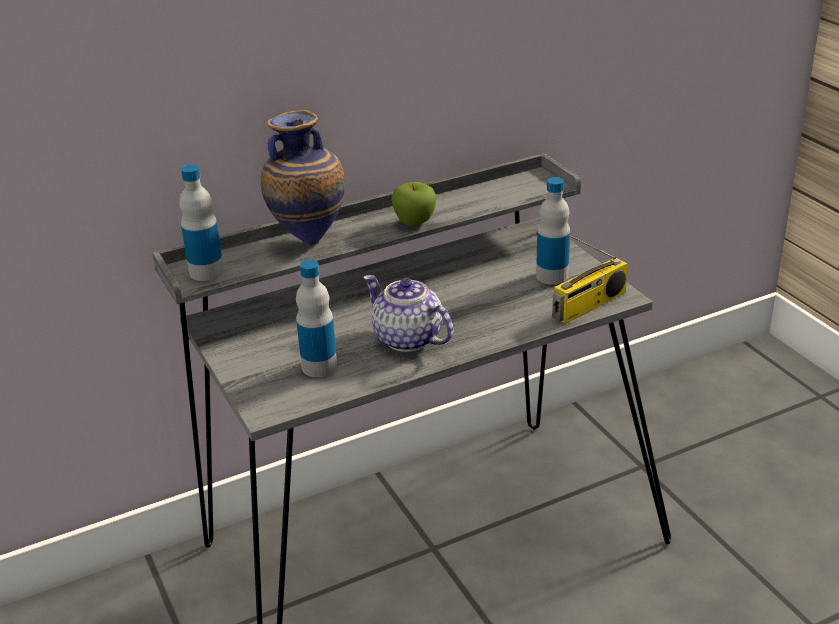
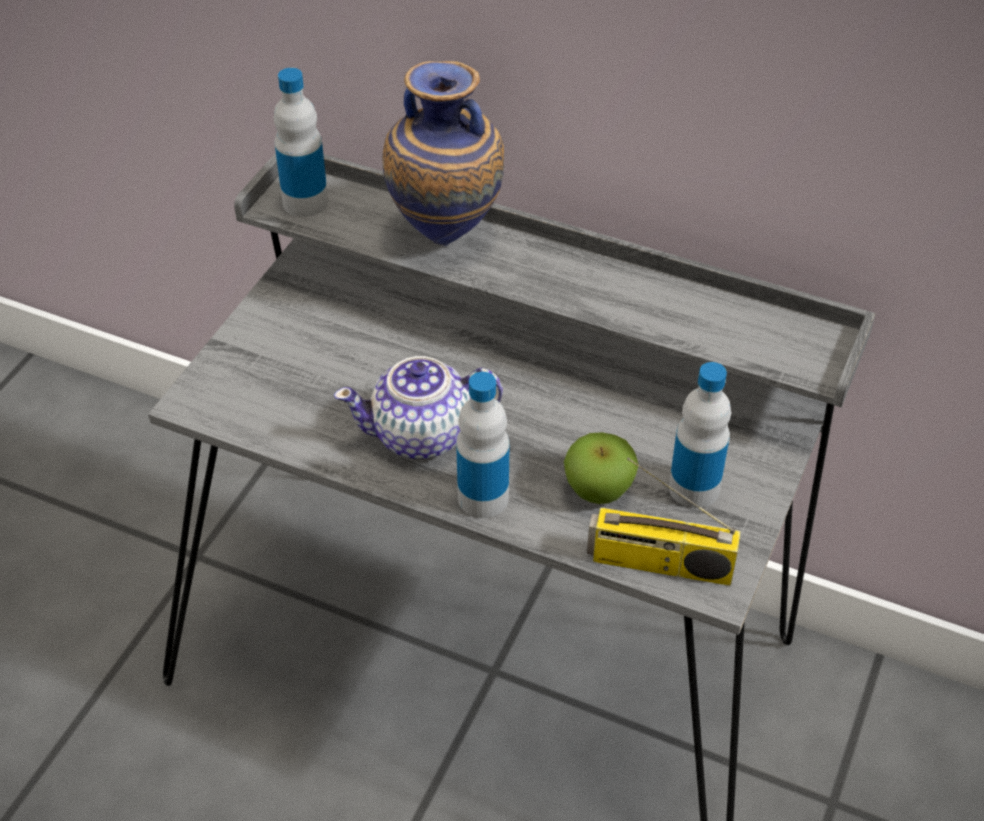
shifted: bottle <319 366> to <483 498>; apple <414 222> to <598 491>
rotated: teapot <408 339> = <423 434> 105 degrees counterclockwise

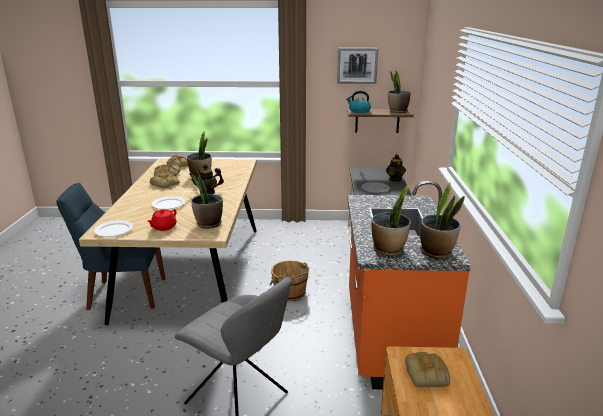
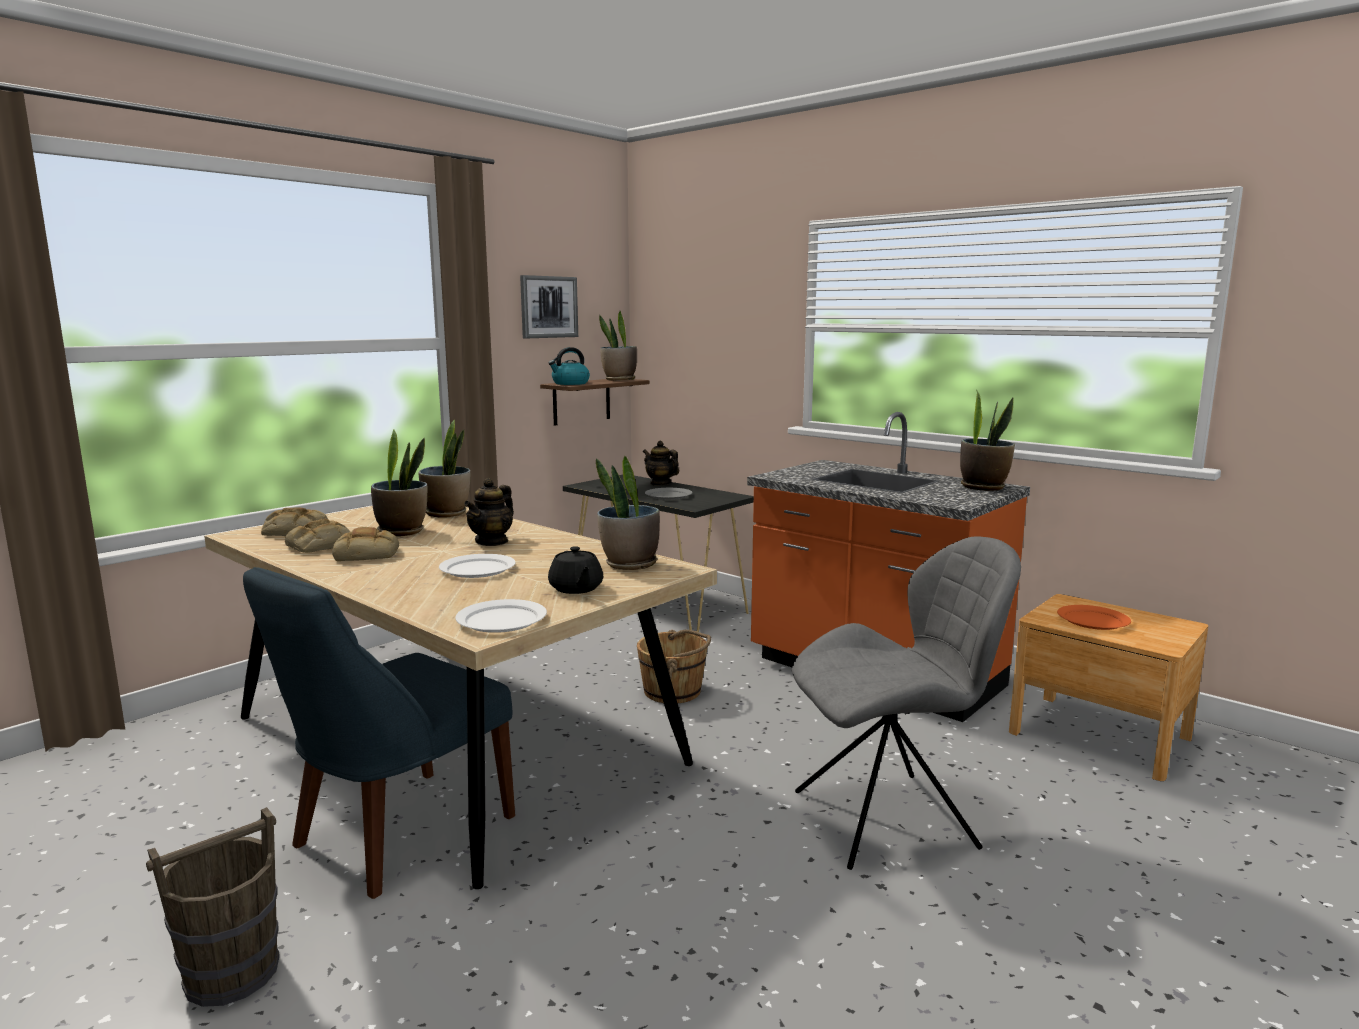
new: brown bucket <230 973>
shifted: potted plant <388 249> to <447 513>
swapped: bread <427 374> to orange plate <1093 620>
repainted: red teapot <163 227> to black teapot <576 589>

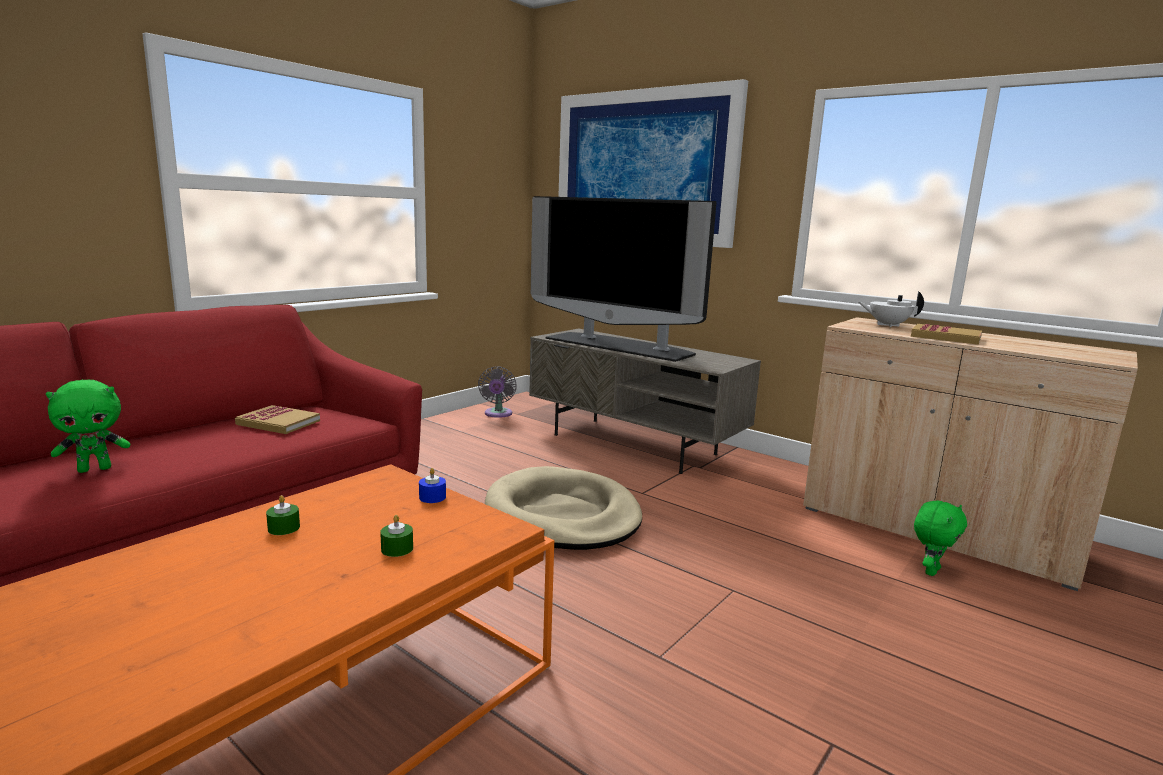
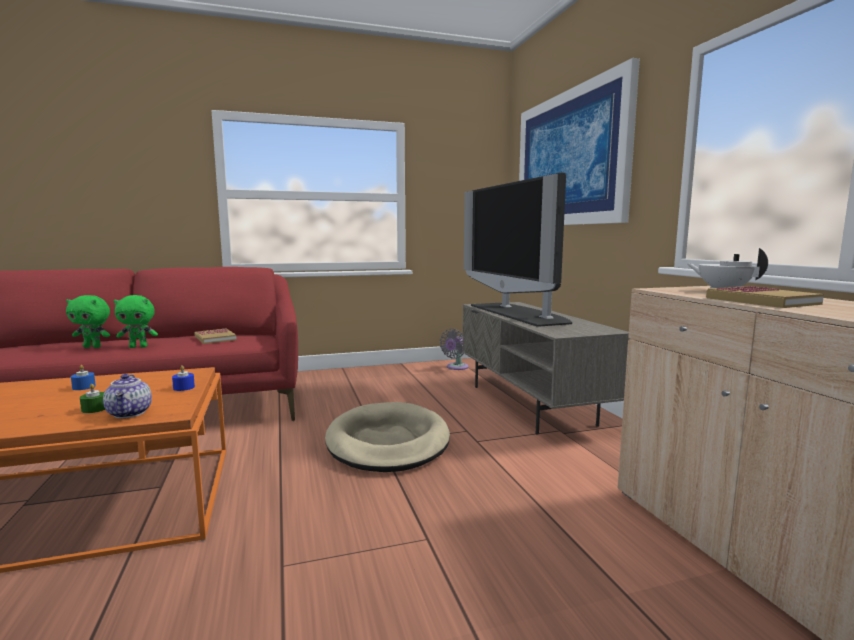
new: teapot <130 413>
shifted: green plush toy <930 571> to <139 347>
repainted: green candle <284 528> to blue candle <84 387>

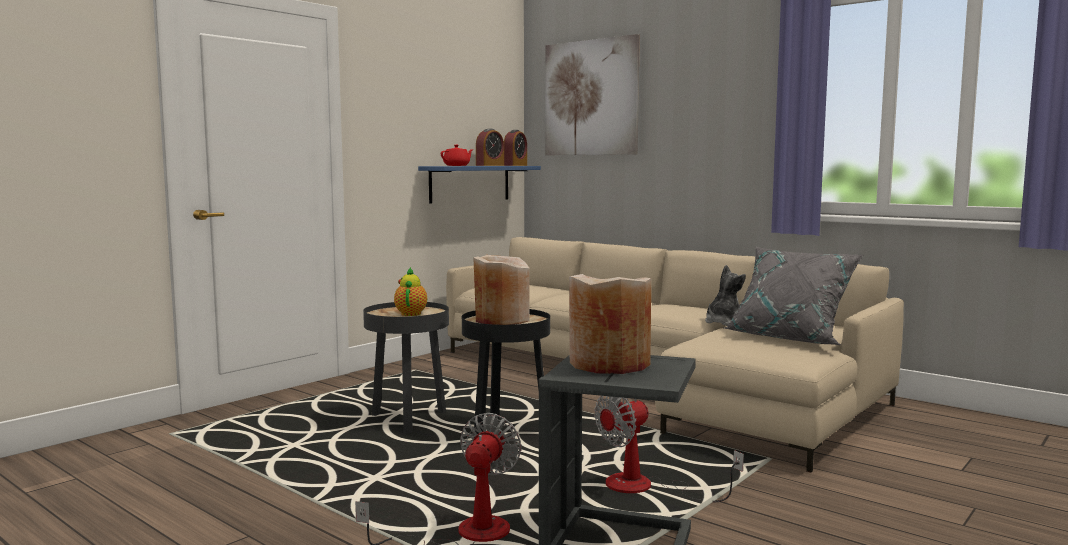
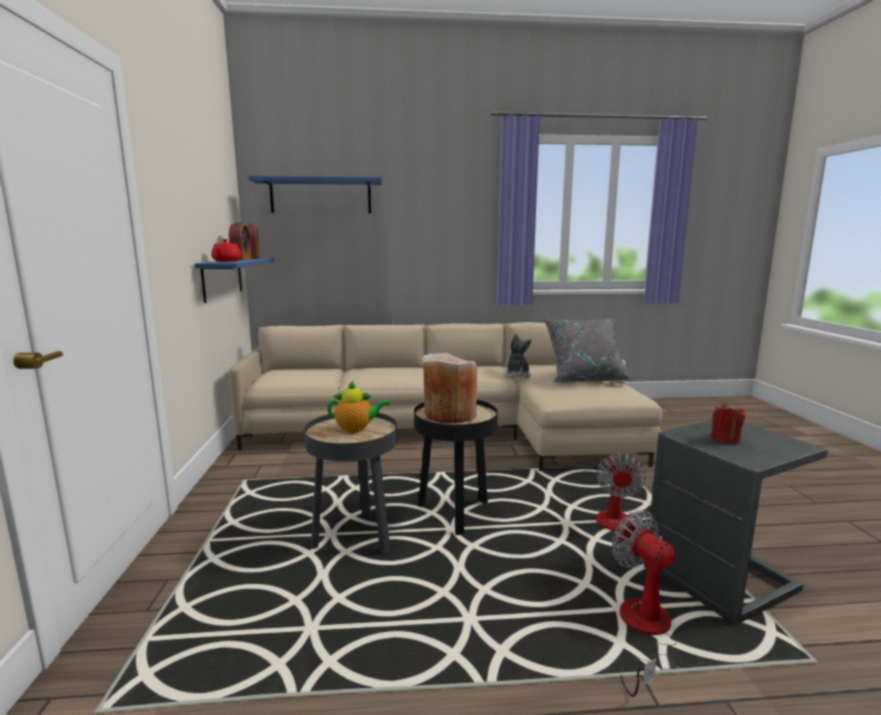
swapped: picture <591 98> to blue shelf <321 196>; beige vase <609 364> to red candle <725 439>
rotated: teapot <411 313> = <356 429> 135 degrees clockwise

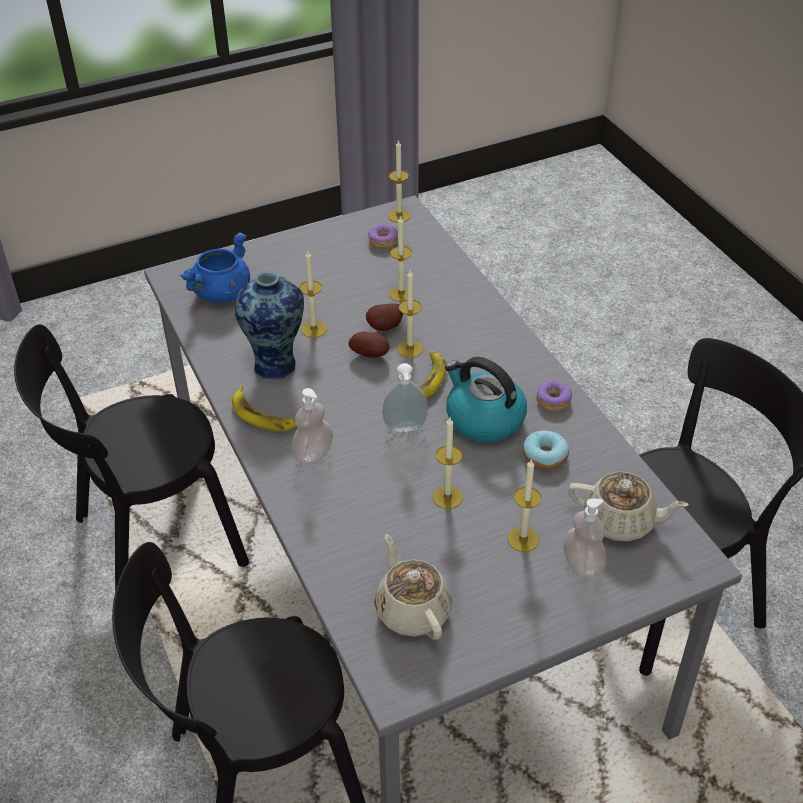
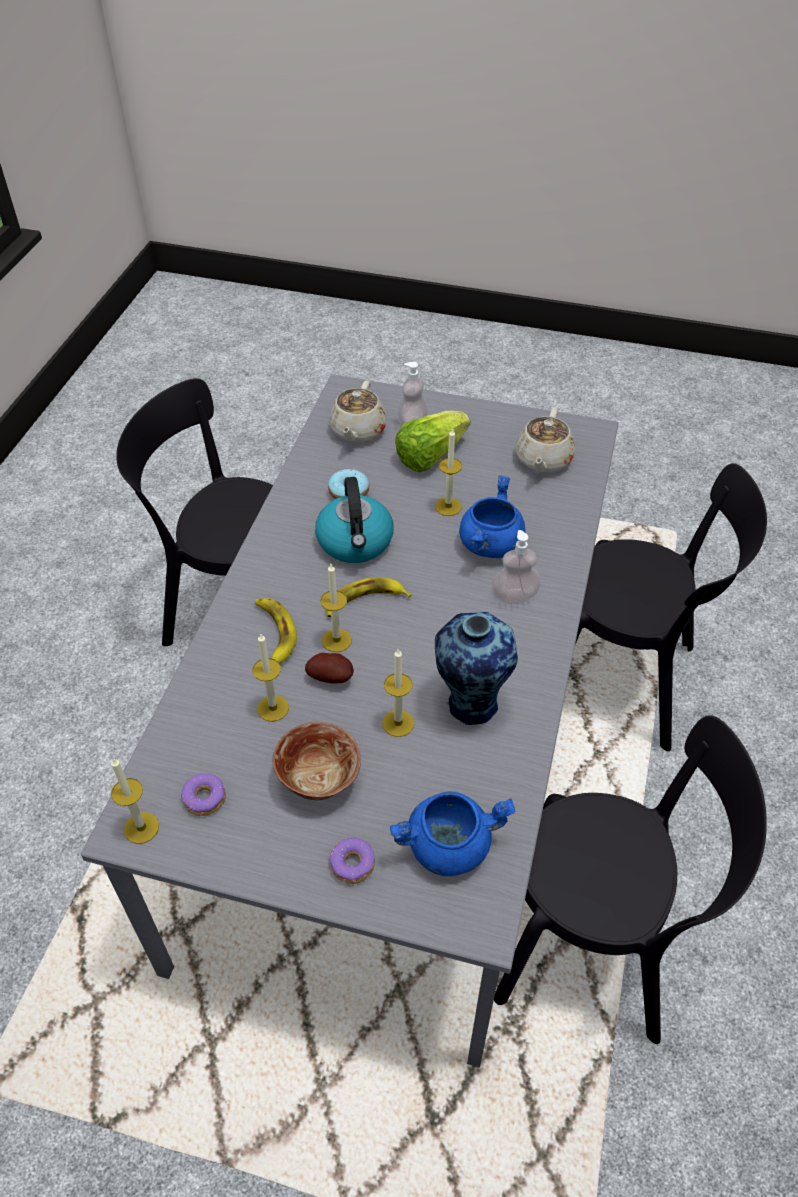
gone: potato <371 354>; soap dispenser <405 429>
new: bowl <318 780>; blue cooking pot <491 545>
shifted: banana <264 415> to <273 634>; donut <553 400> to <352 865>
swapped: candle <523 539> to lettuce <430 456>
rotated: beige teapot <620 521> = <357 431> 135 degrees counterclockwise

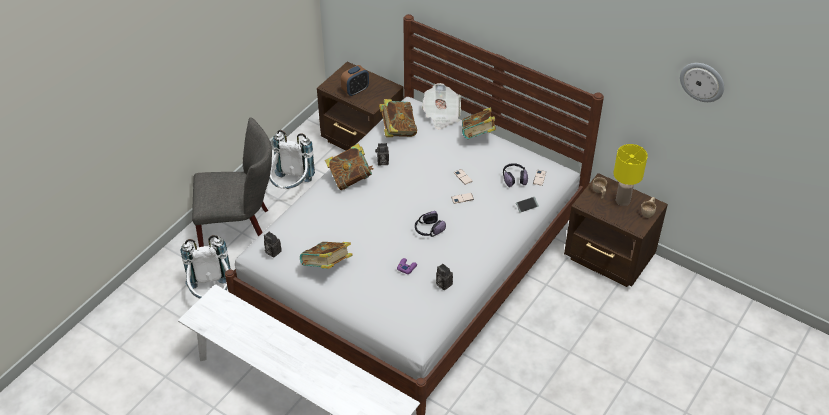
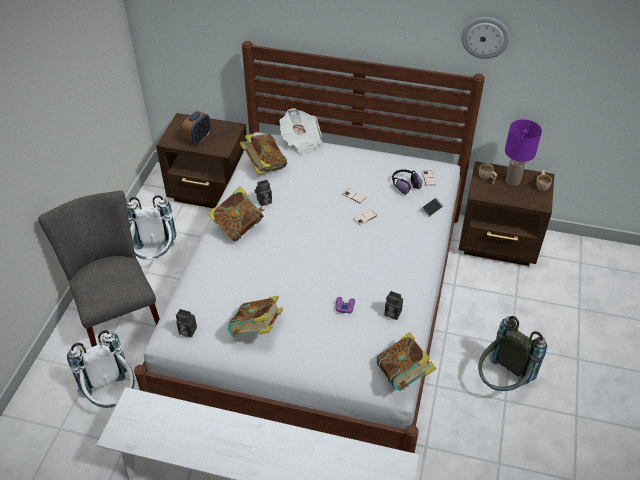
gone: headphones <428 229>
new: grey backpack <501 382>
shifted: book <478 136> to <403 375>; wall clock <702 81> to <485 37>
repainted: yellow table lamp <623 201> to purple table lamp <513 181>
rotated: grey chair <240 231> = <118 317> 90 degrees counterclockwise

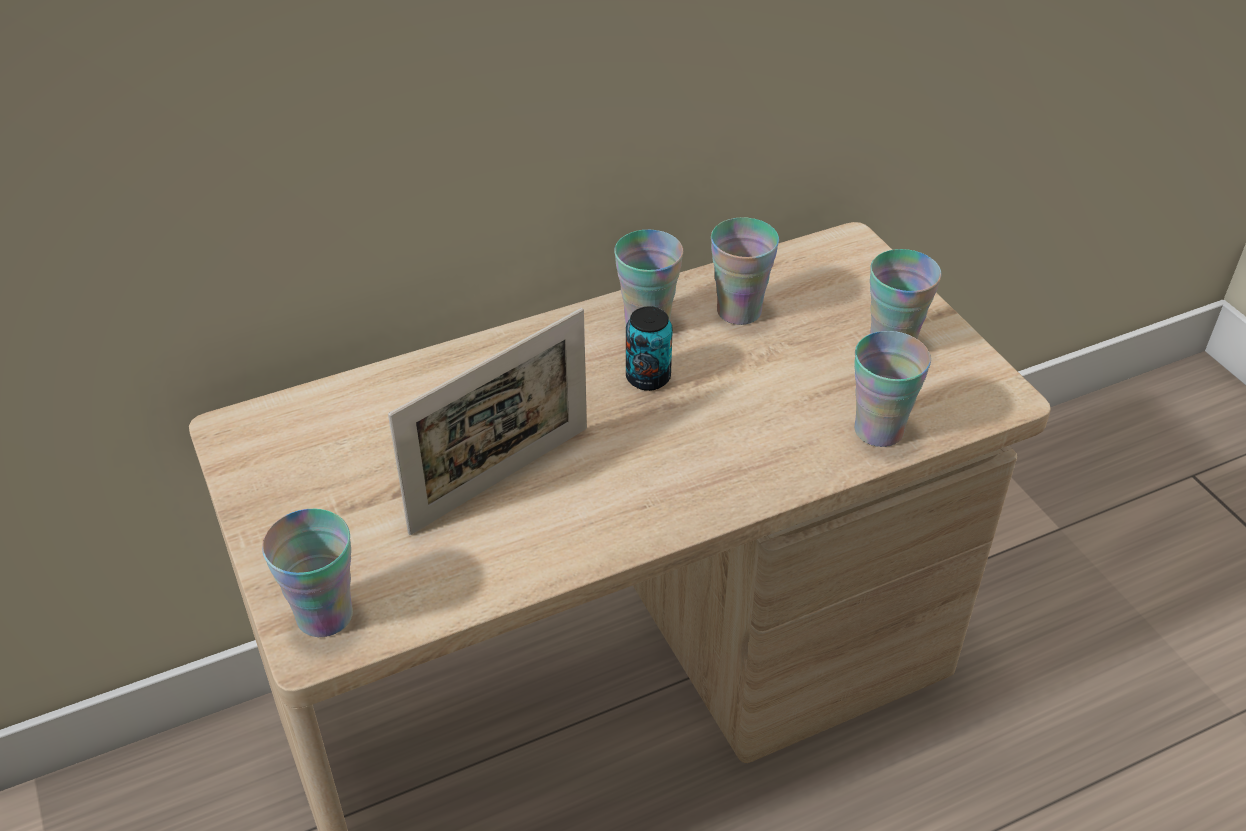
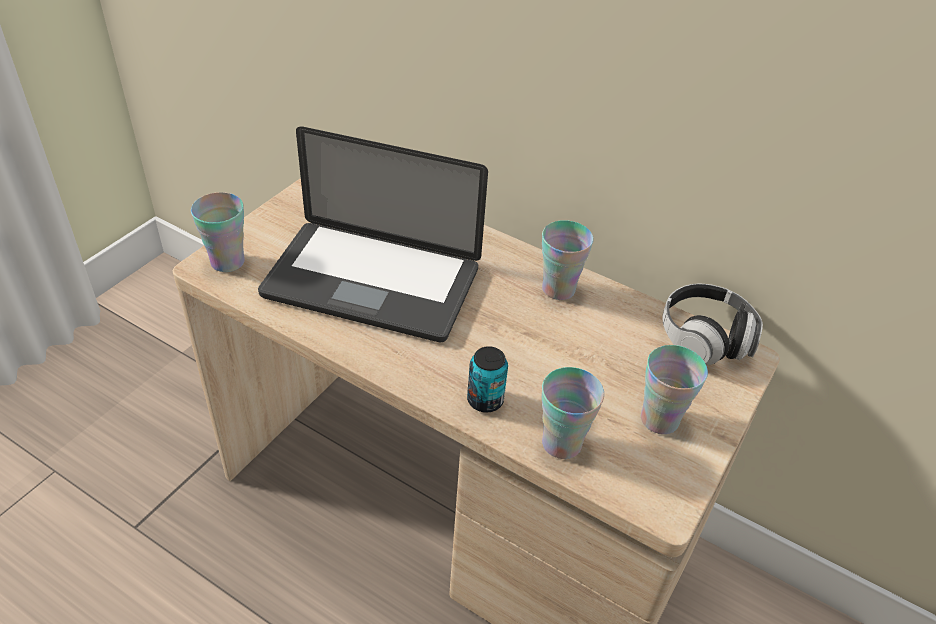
gone: cup <739 311>
new: headphones <705 339>
shifted: can <648 378> to <485 400>
swapped: picture frame <501 479> to laptop <372 282>

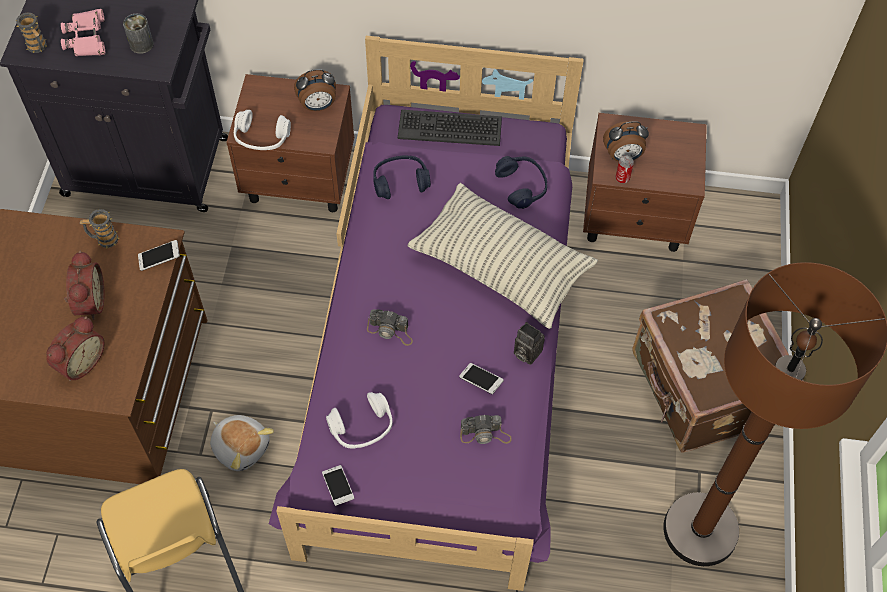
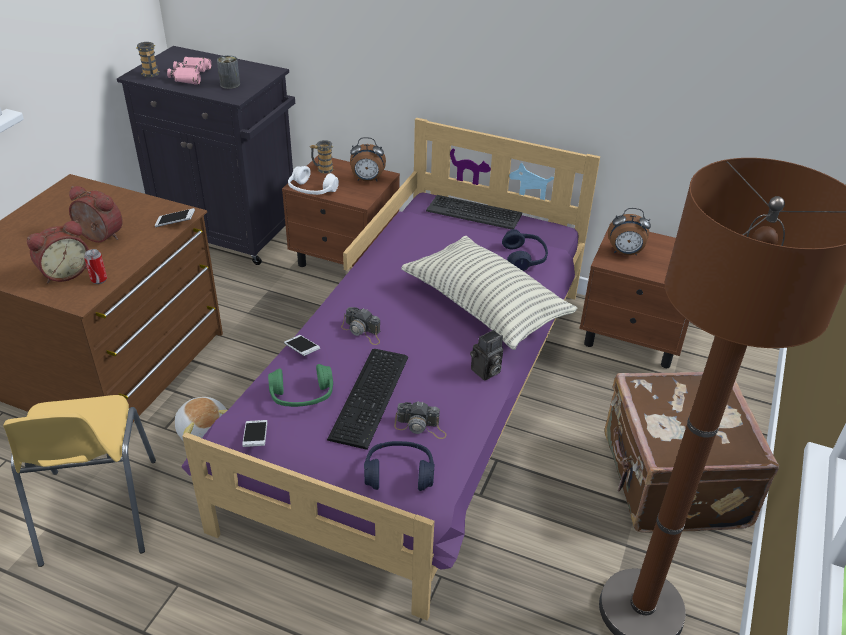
new: keyboard <372 396>
shifted: can <622 178> to <99 280>; phone <481 381> to <302 350>; mug <104 239> to <322 169>; blue headphones <400 182> to <399 473>
repainted: white headphones <362 427> to green headphones <302 396>
rotated: alarm clock <88 302> = <98 238> 75 degrees counterclockwise; photo camera <525 352> = <485 372> 90 degrees counterclockwise

